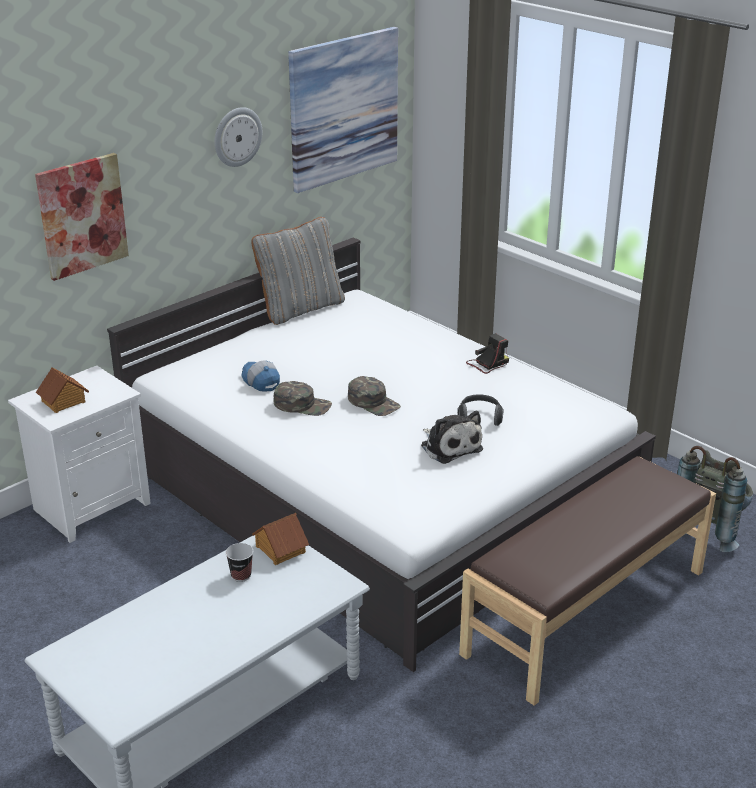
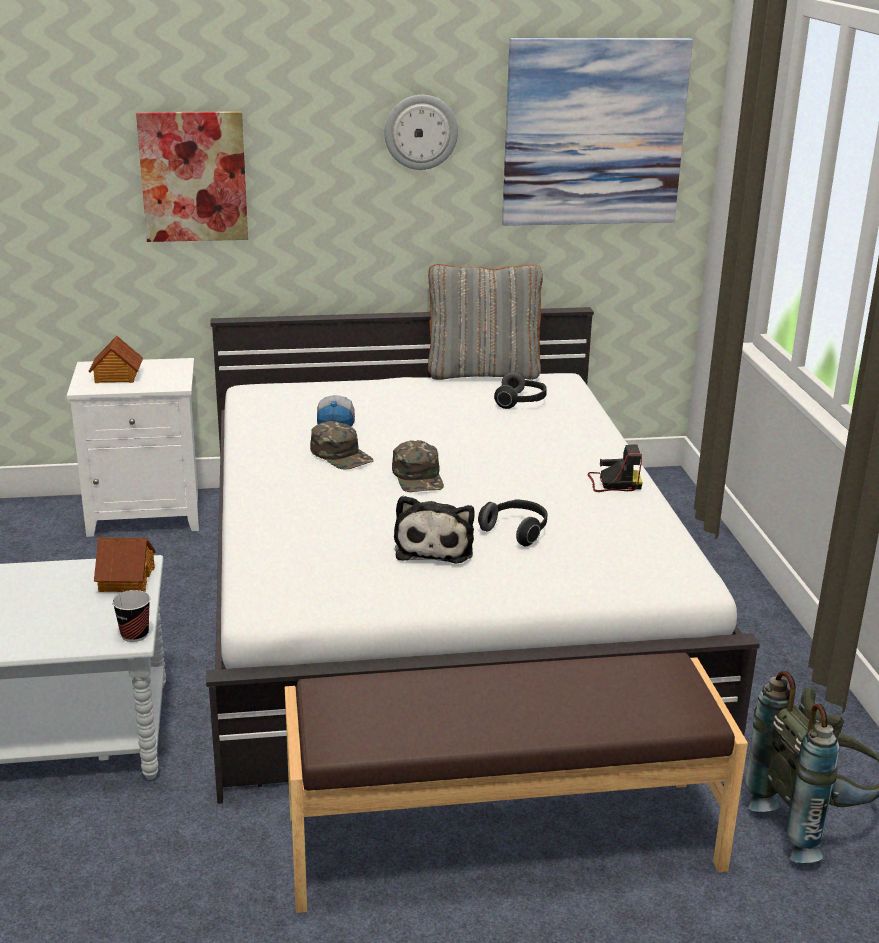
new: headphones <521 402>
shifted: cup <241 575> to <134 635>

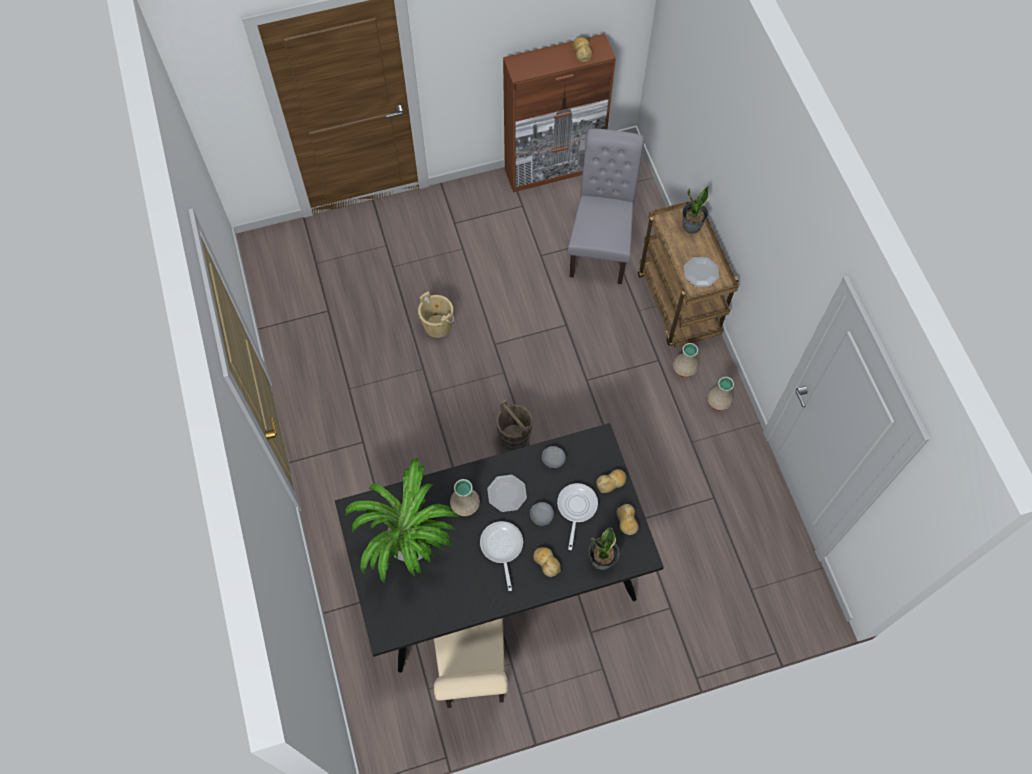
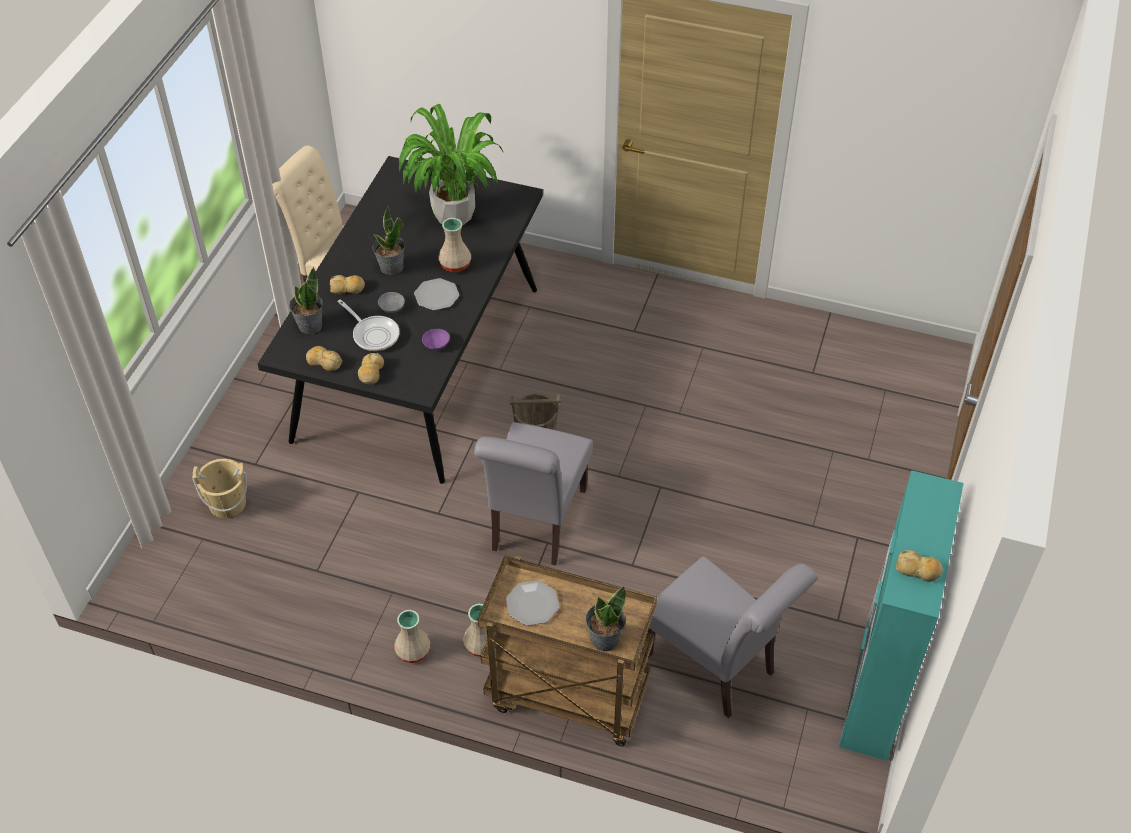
new: grey chair <535 525>
shifted: beige bucket <437 325> to <227 503>
swapped: frying pan <501 548> to potted plant <391 267>
repainted: grey bowl <552 460> to purple bowl <436 343>; brown cabinet <554 169> to turquoise cabinet <875 690>

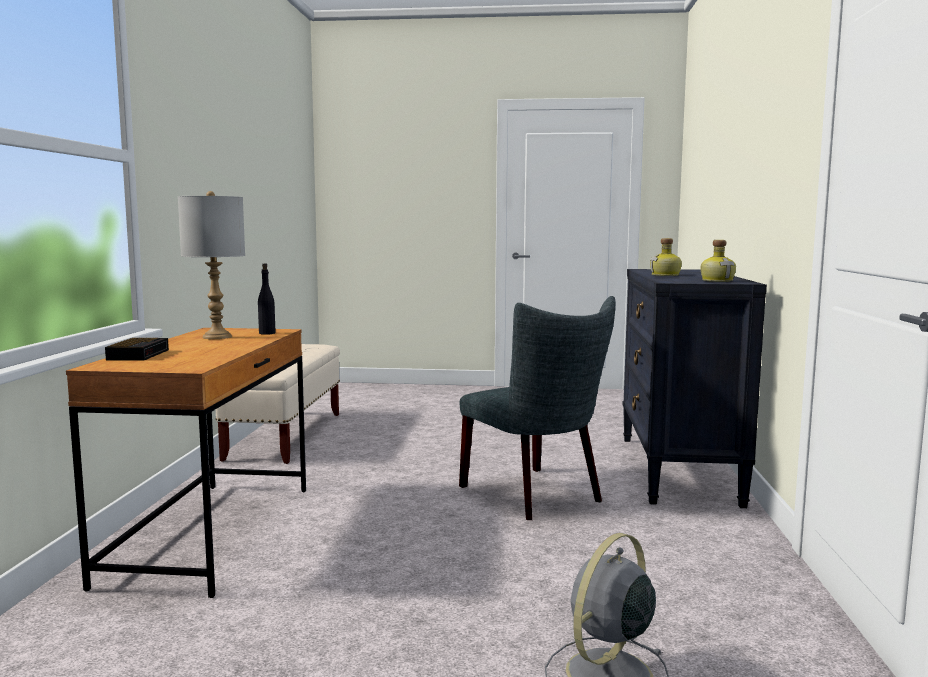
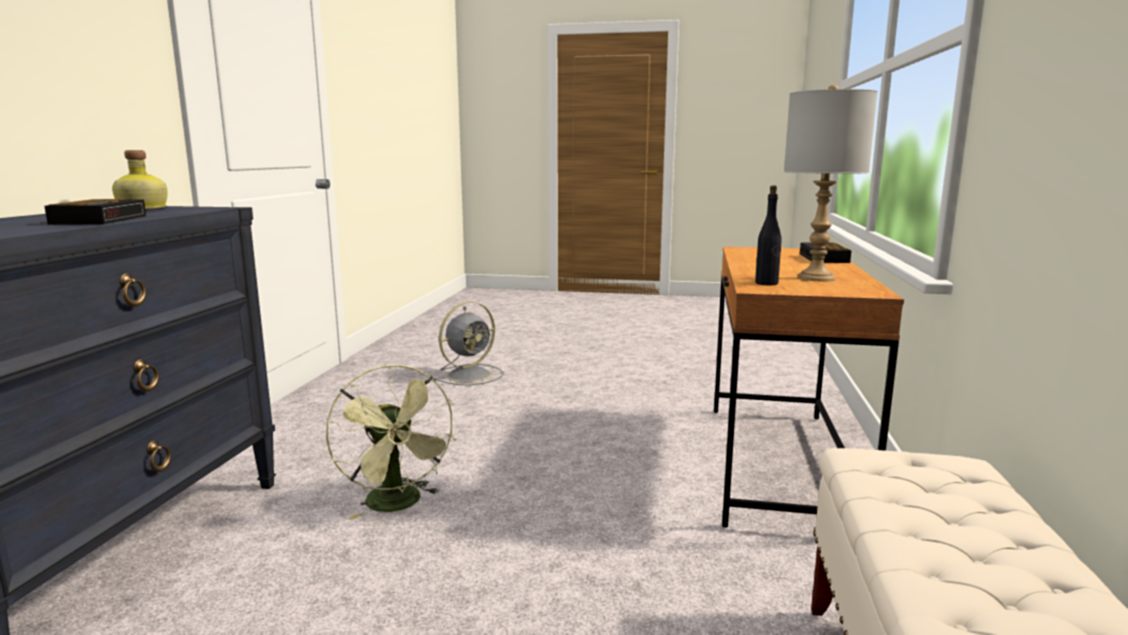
swapped: bottle <666 275> to alarm clock <101 219>; grey chair <537 495> to green fan <399 505>

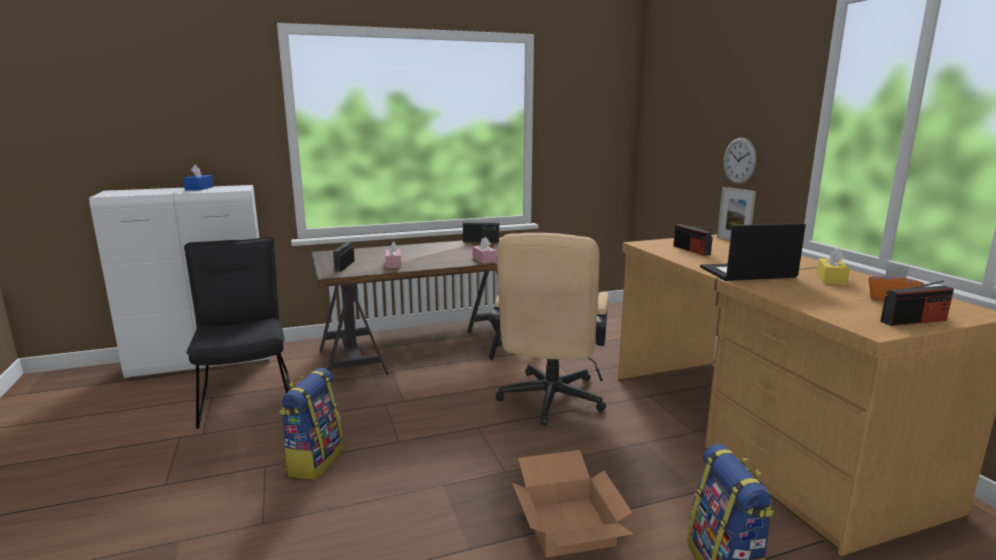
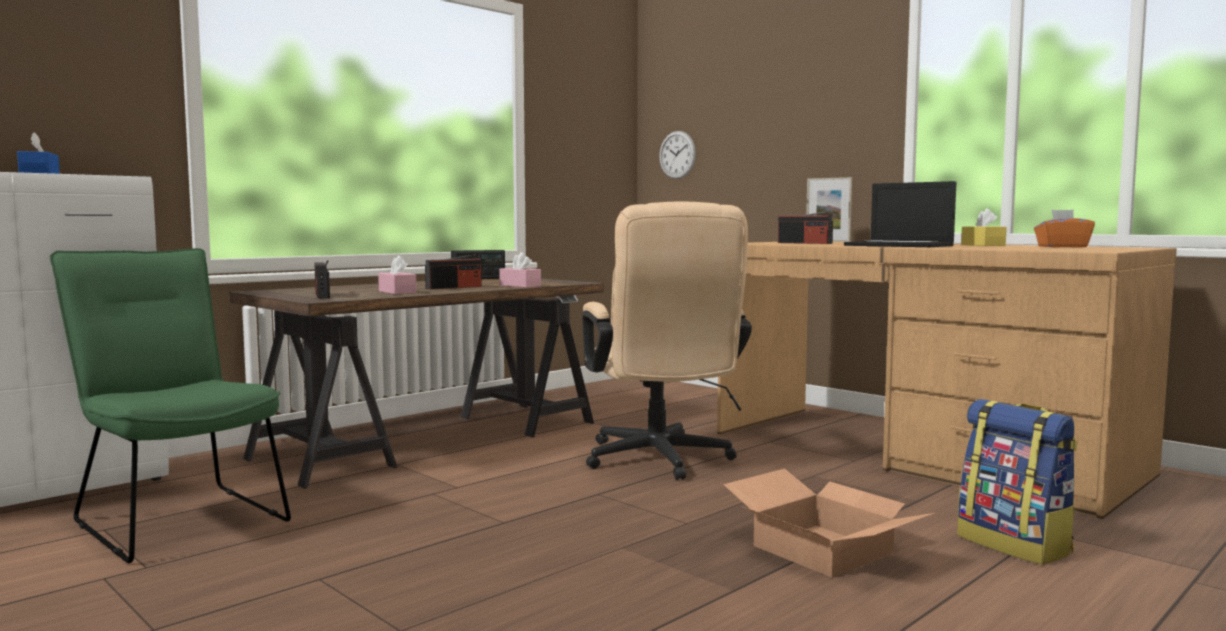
gone: backpack <314 460>
shifted: radio <913 321> to <454 287>; wall clock <739 160> to <677 155>
repainted: black chair <247 395> to green chair <176 518>
rotated: laptop <747 273> = <900 245> 105 degrees counterclockwise

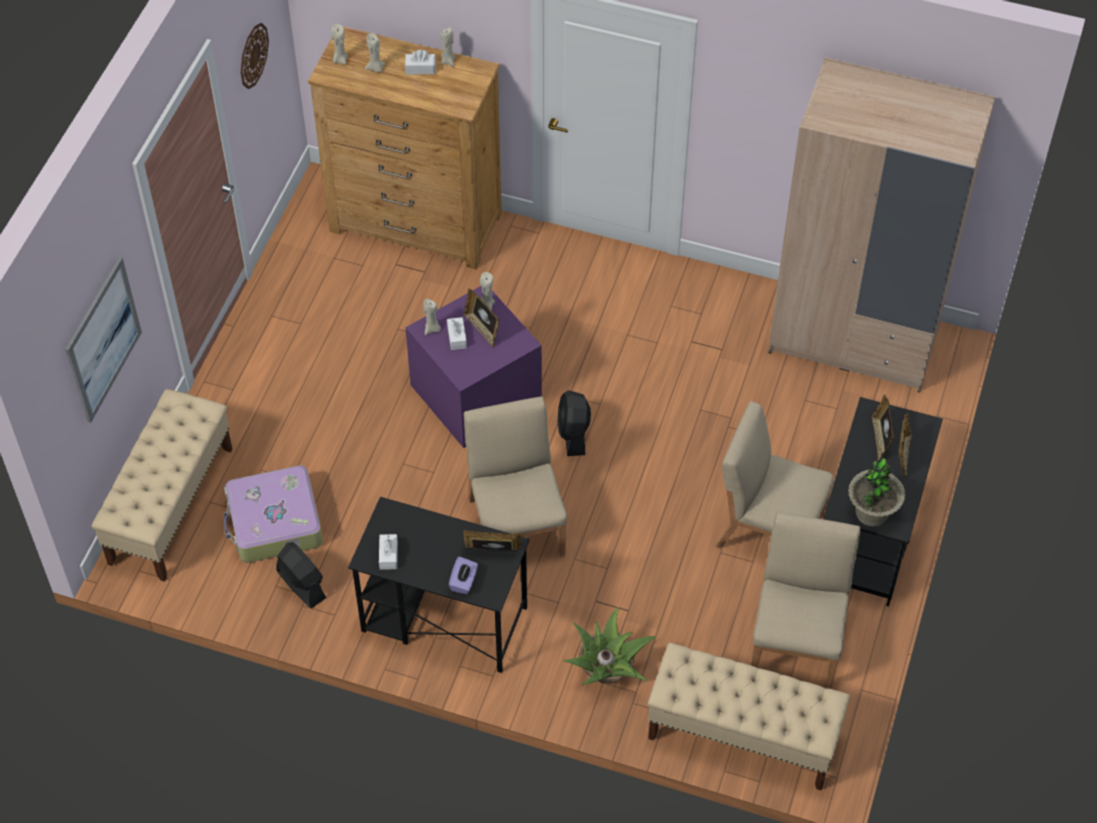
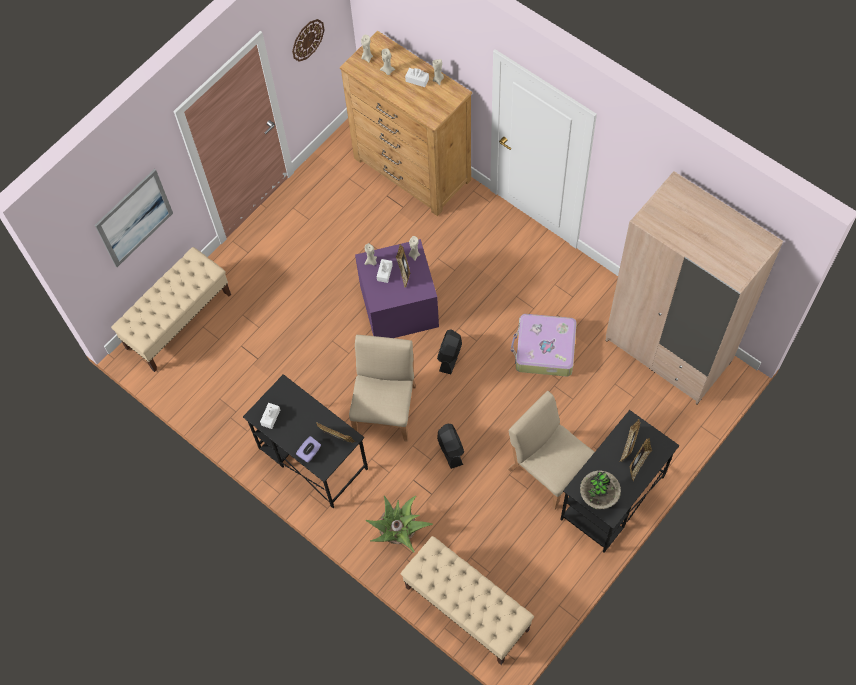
gone: beige chair <797 640>
shifted: black fan <301 584> to <450 449>; suitcase <274 523> to <544 350>

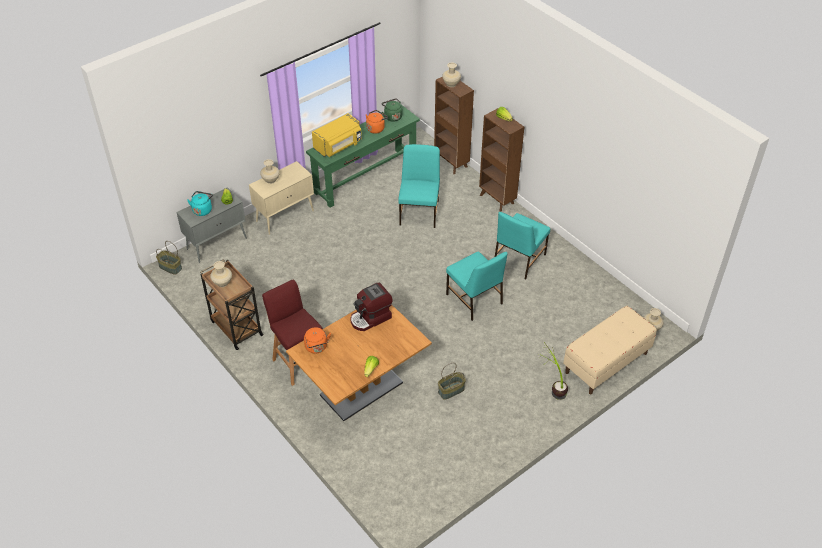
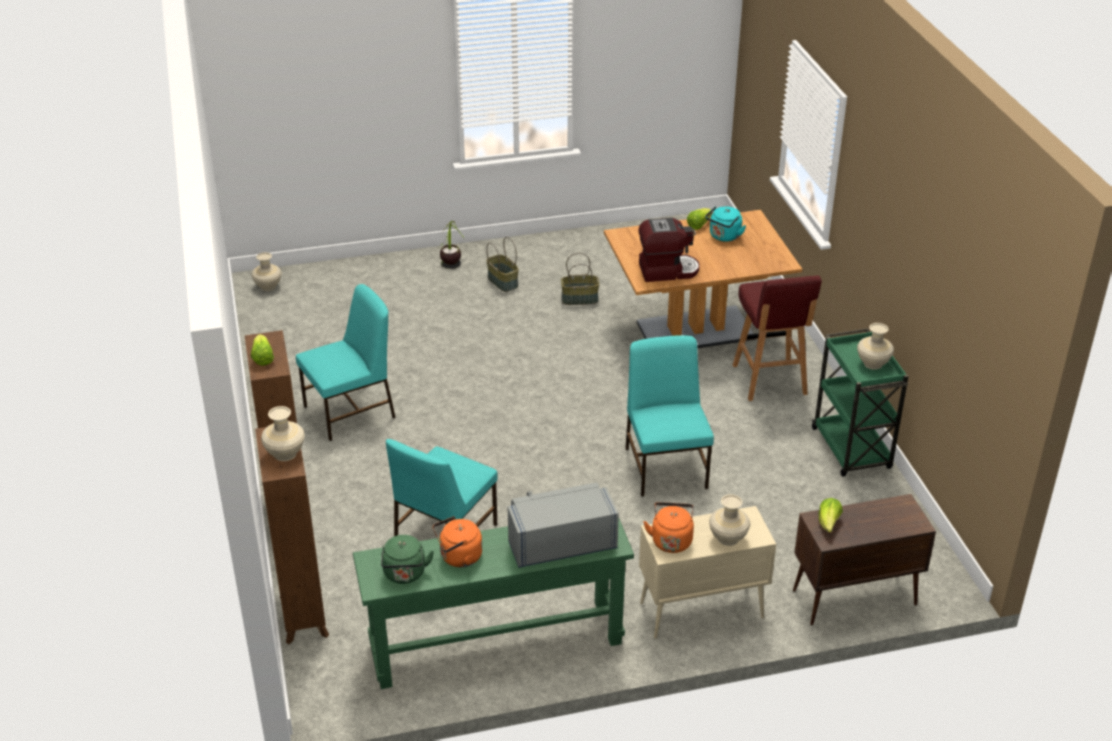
gone: beige bench <606 363>
shifted: basket <170 267> to <503 282>; turquoise chair <474 300> to <666 467>; orange kettle <317 347> to <671 540>; turquoise kettle <202 210> to <724 237>
repainted: yellow microwave <338 146> to grey microwave <560 542>; grey cabinet <217 243> to brown cabinet <853 598>; brown cart <236 327> to green cart <852 450>

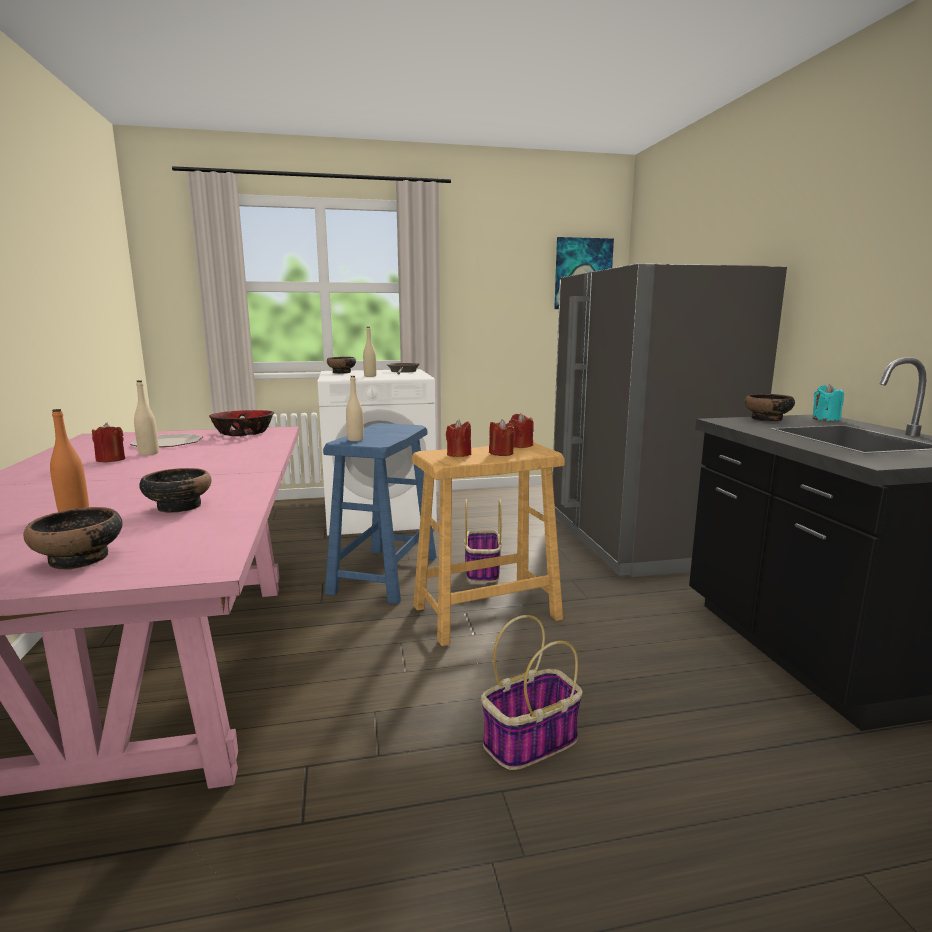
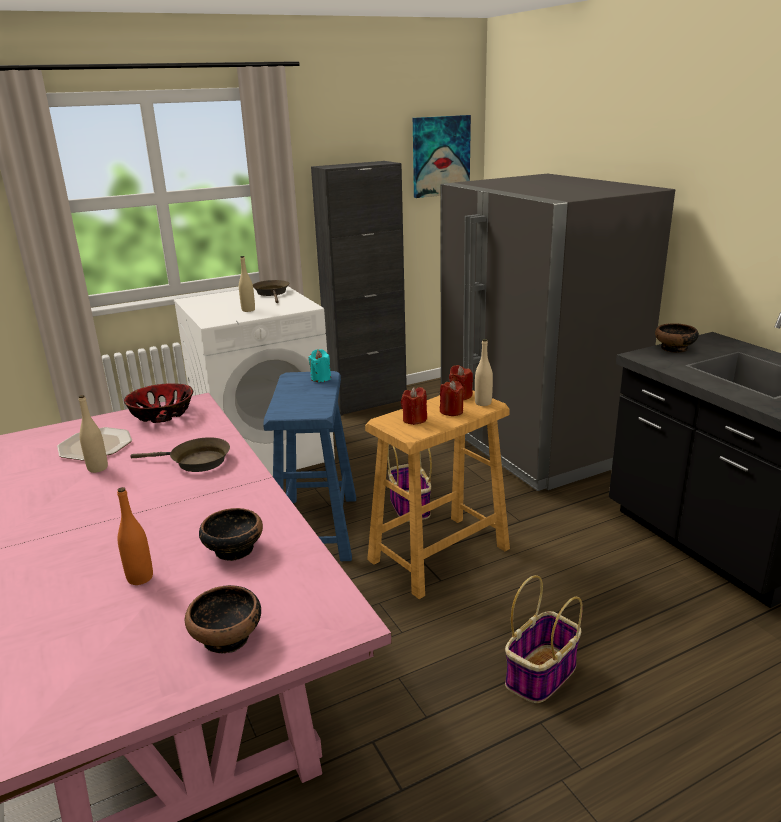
gone: red candle <110 460>; bowl <342 372>
new: brown frying pan <196 461>; black cabinet <367 402>
shifted: turquoise candle <825 419> to <320 378>; beige bottle <355 439> to <483 403>

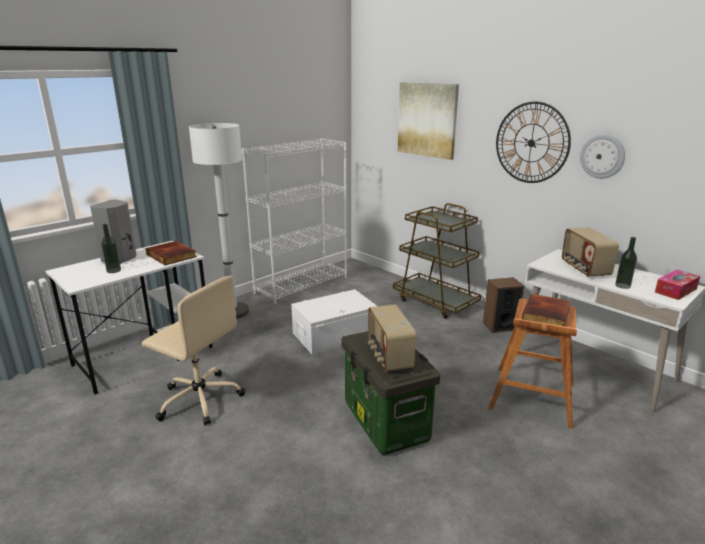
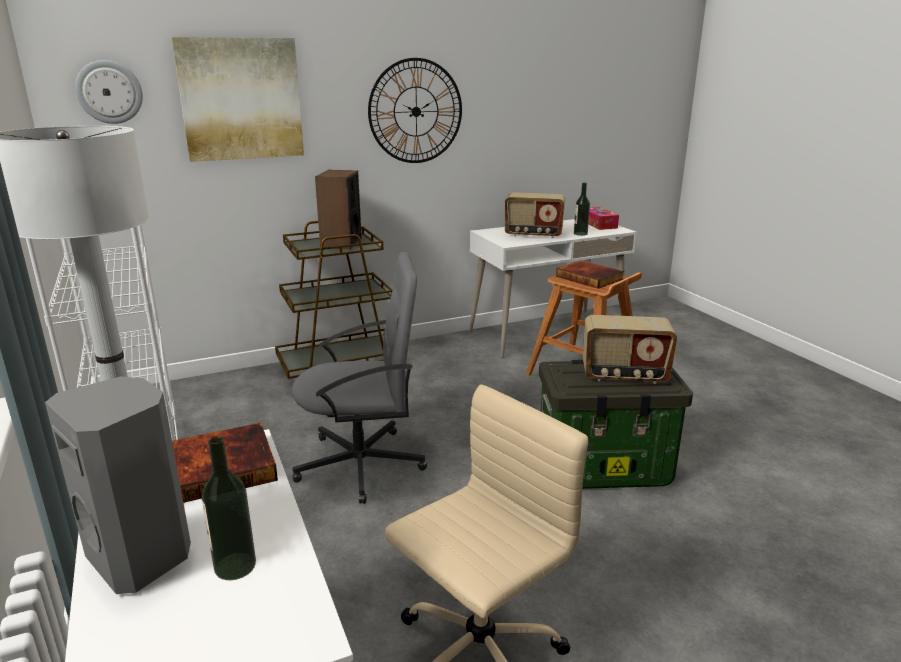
shifted: wall clock <602 156> to <109 92>; speaker <499 326> to <341 243>
swapped: white storage box <334 334> to grey office chair <362 464>

